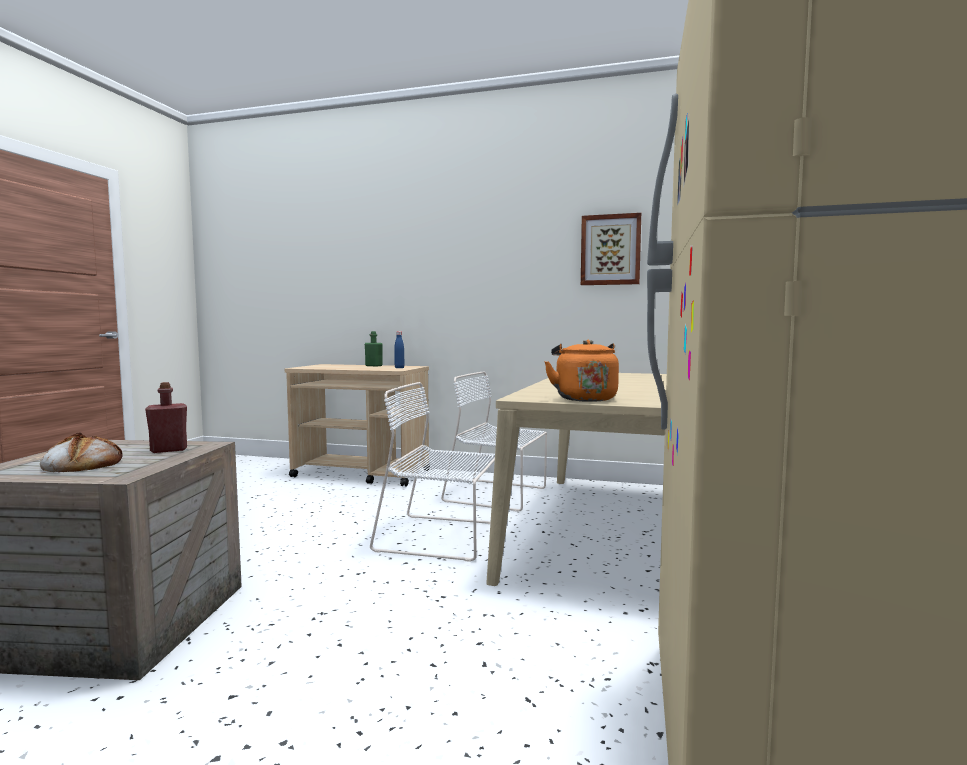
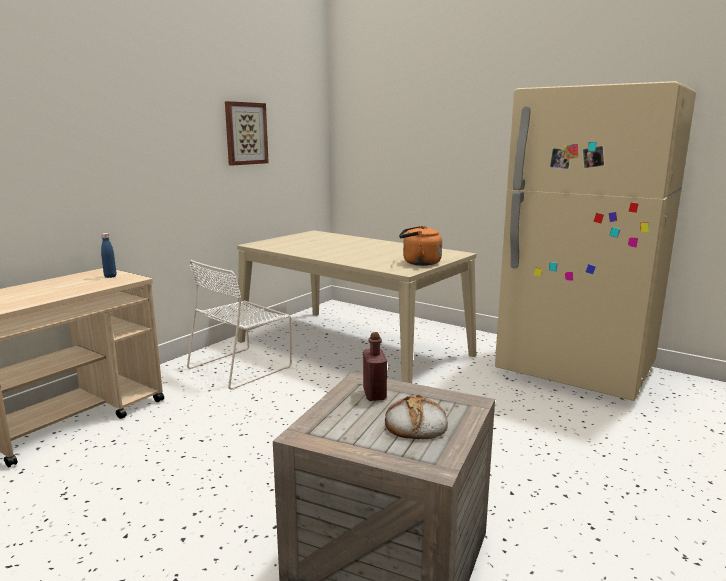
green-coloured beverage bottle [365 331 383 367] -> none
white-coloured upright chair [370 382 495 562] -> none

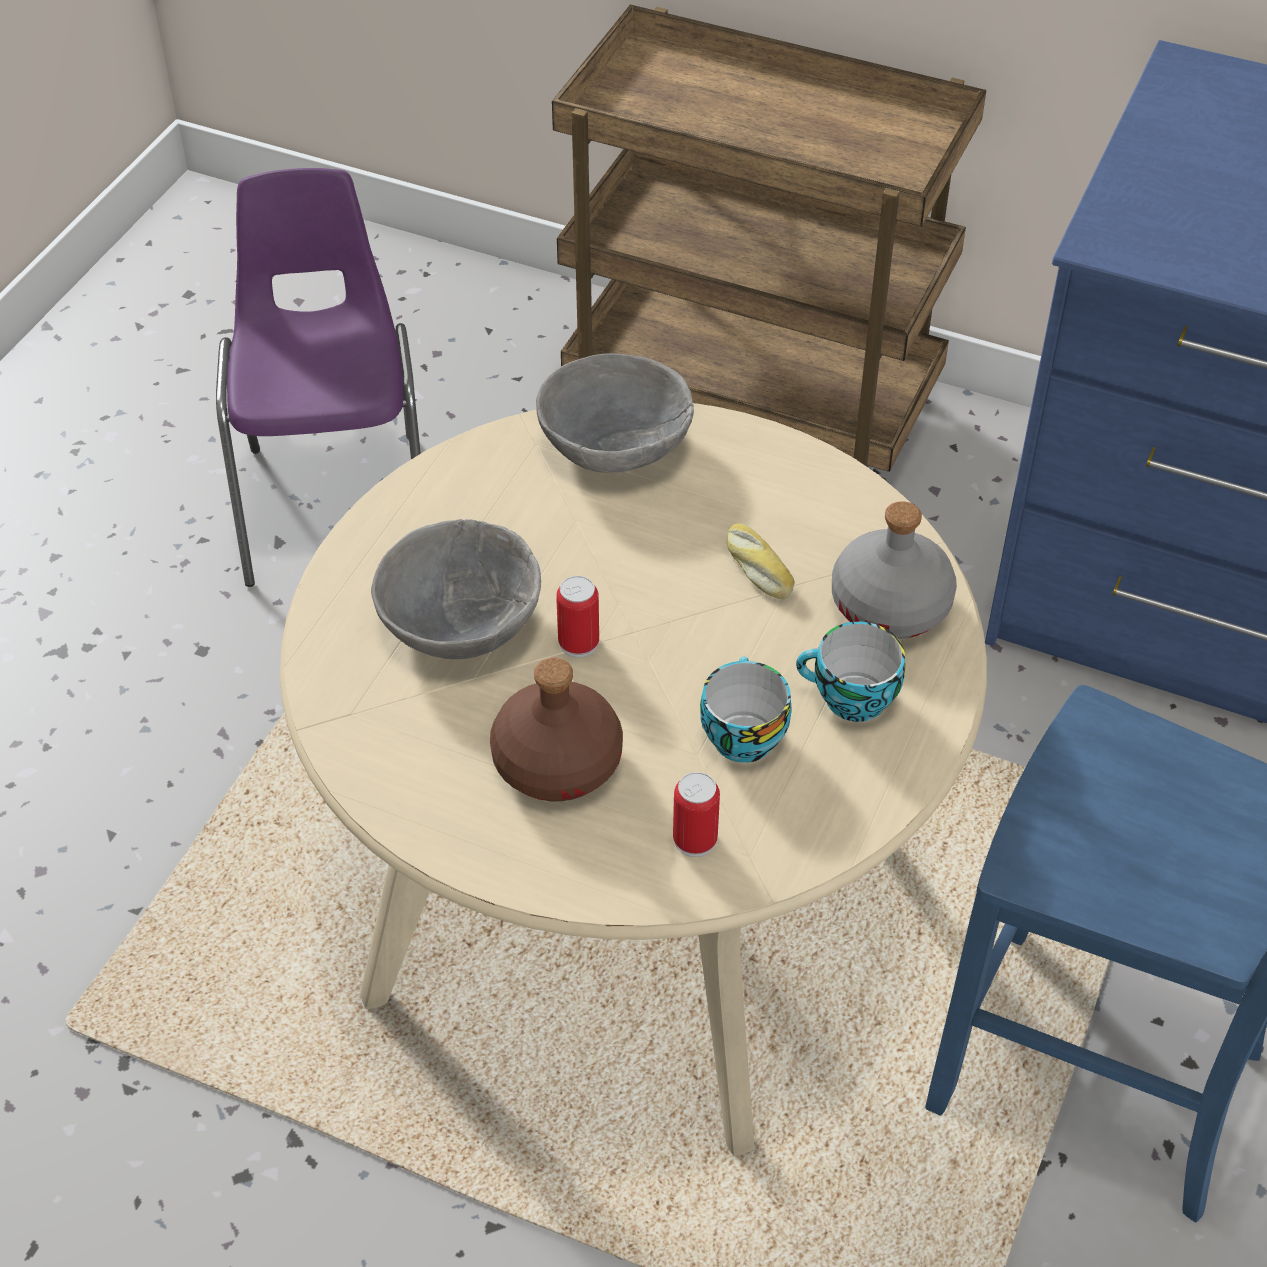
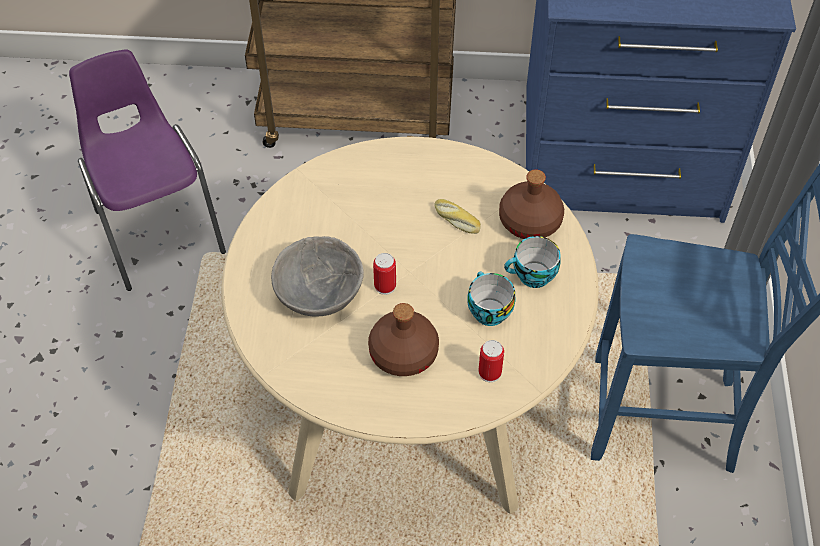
greyish bowl [536 353 694 473] -> none
greyish beverage bottle [832 501 957 639] -> brown beverage bottle [499 169 564 239]

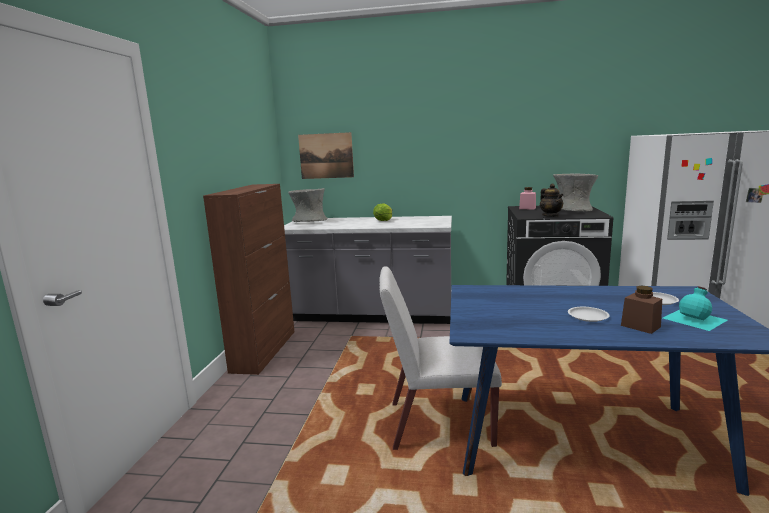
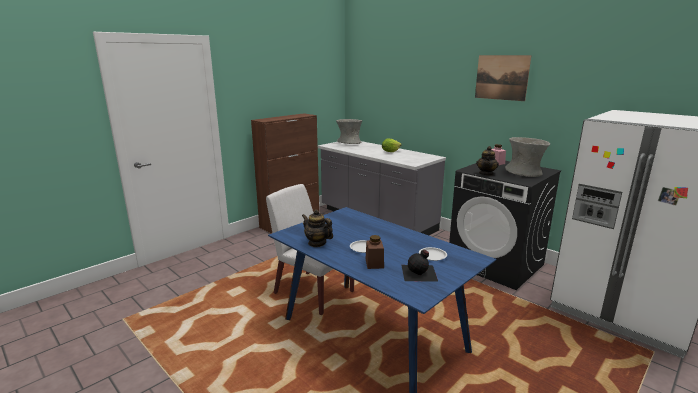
picture [298 132 354 179] -> picture [475 55 531 101], moved
blue-green beverage bottle [663 286 727 331] -> blackish beverage bottle [401 250 438 282]
none -> tea pot [302 209 333 247]

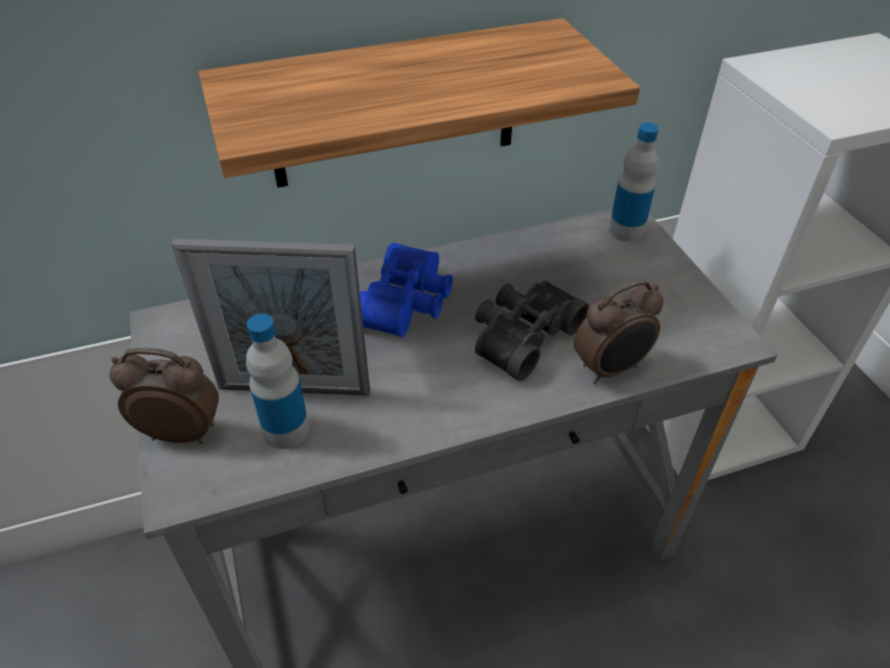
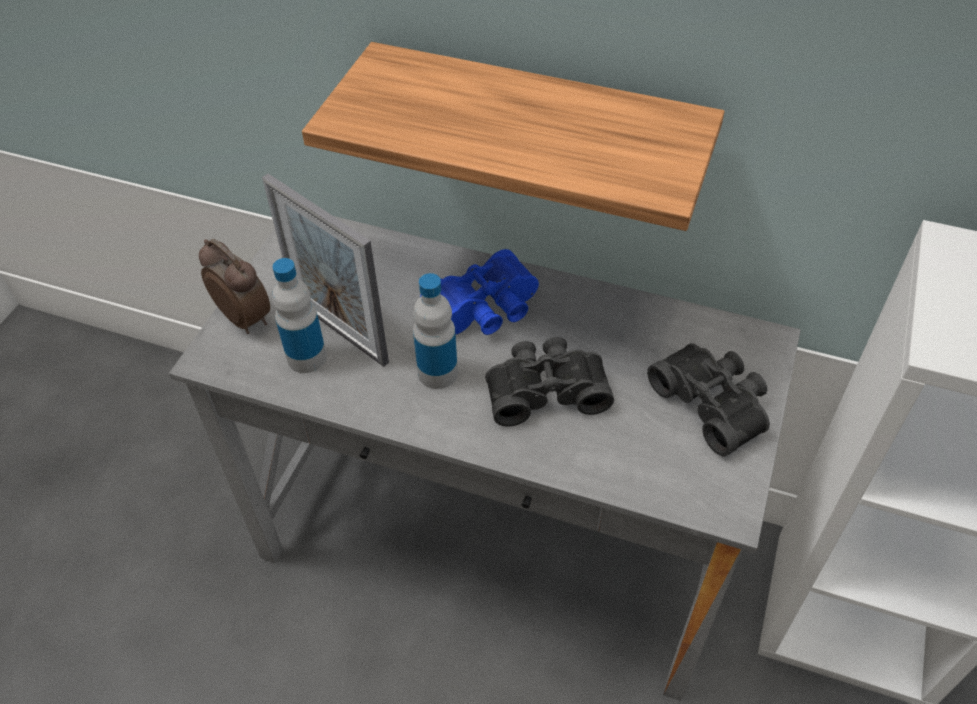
beverage bottle [609 123 659 242] -> beverage bottle [413 273 458 389], moved
bedside clock [574 279 664 384] -> none
none -> blackish field glasses [647 343 770 456]

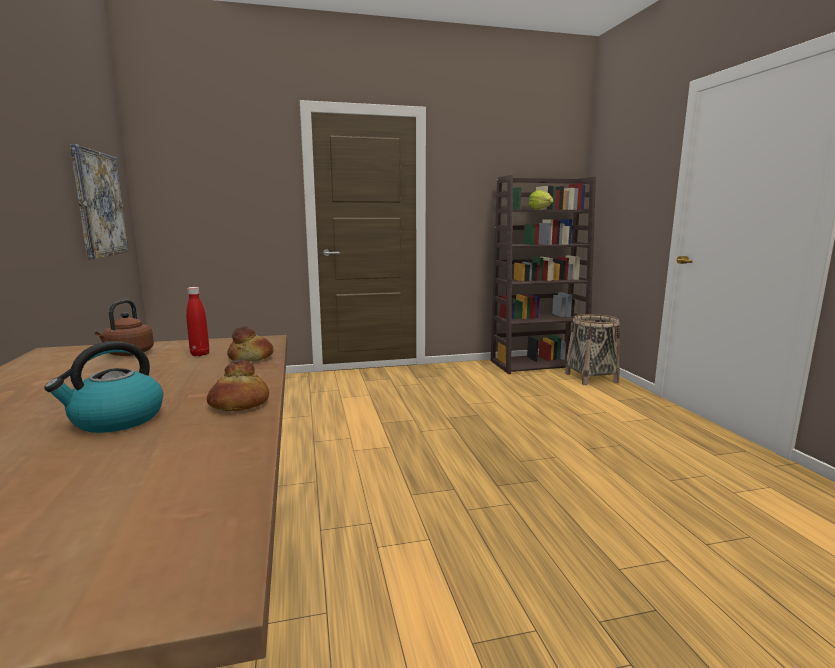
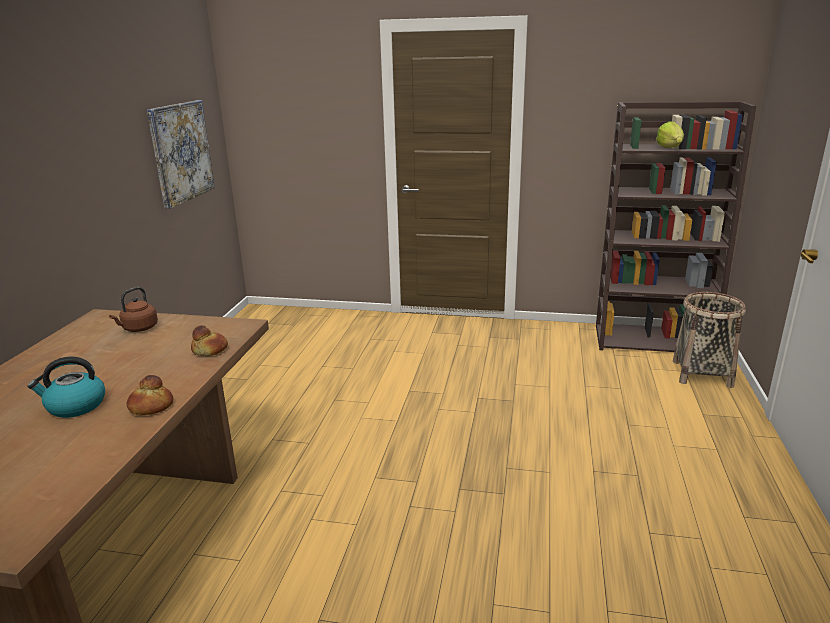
red-coloured beverage bottle [186 287 209 356] -> none

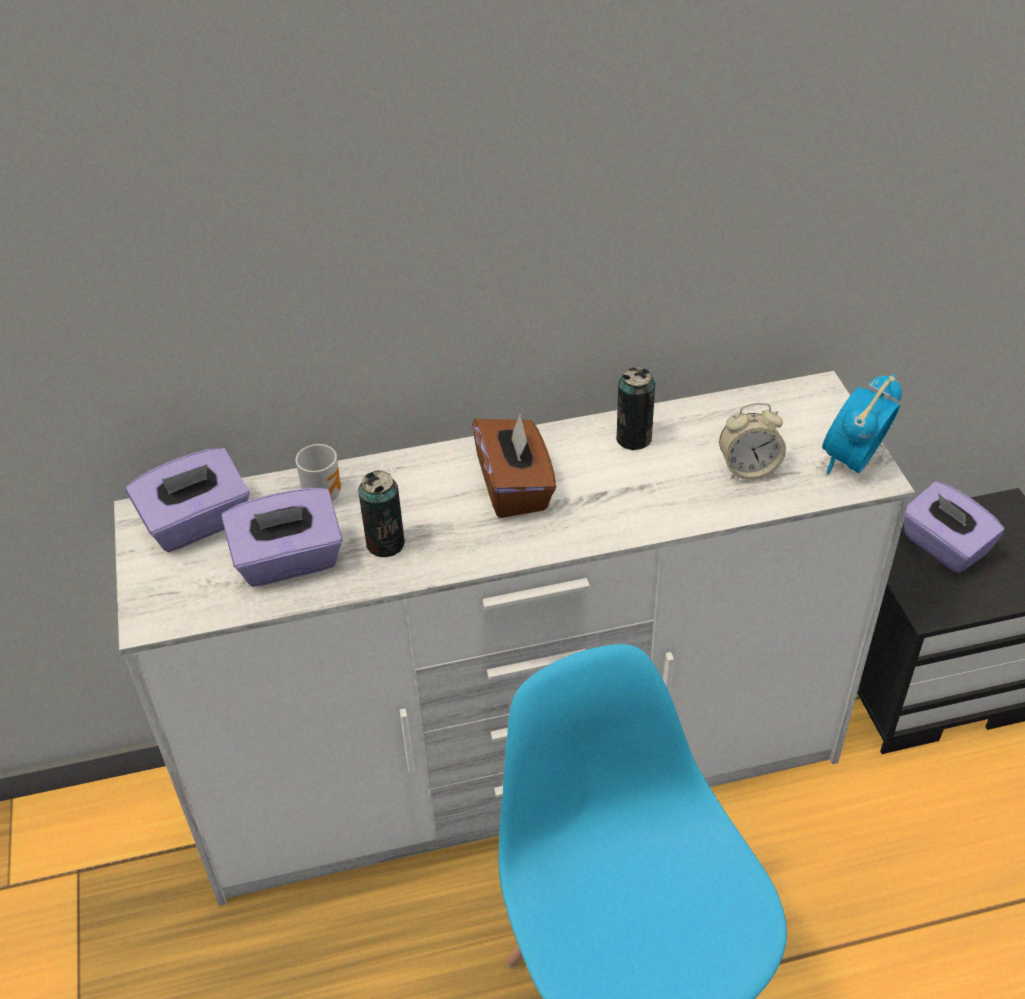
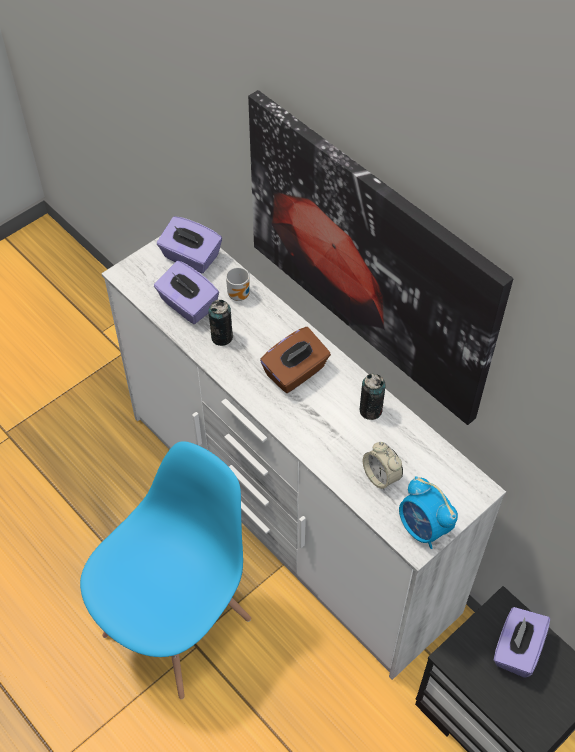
bedside clock [822 374 902 474] -> bedside clock [399 476 458 549], 135 degrees counterclockwise
none -> picture [248 90 513 425]

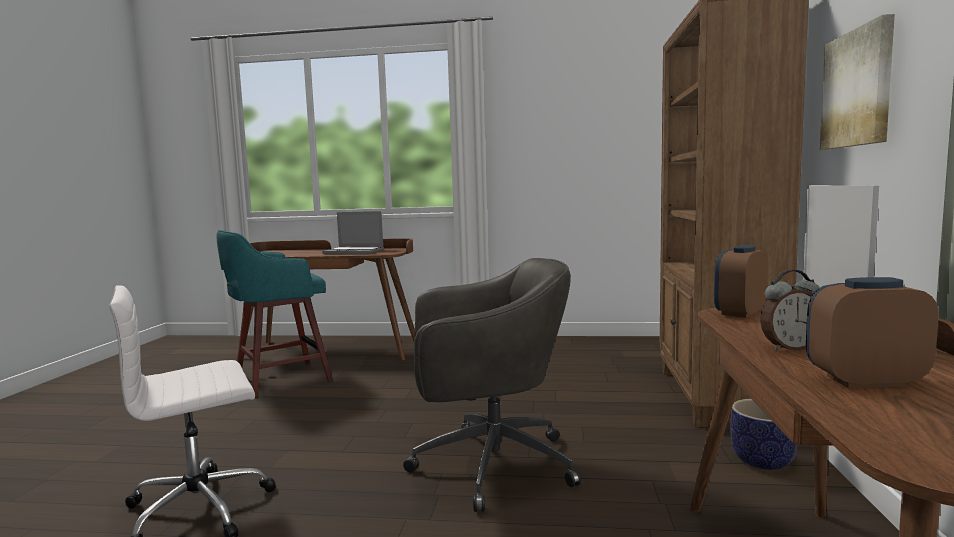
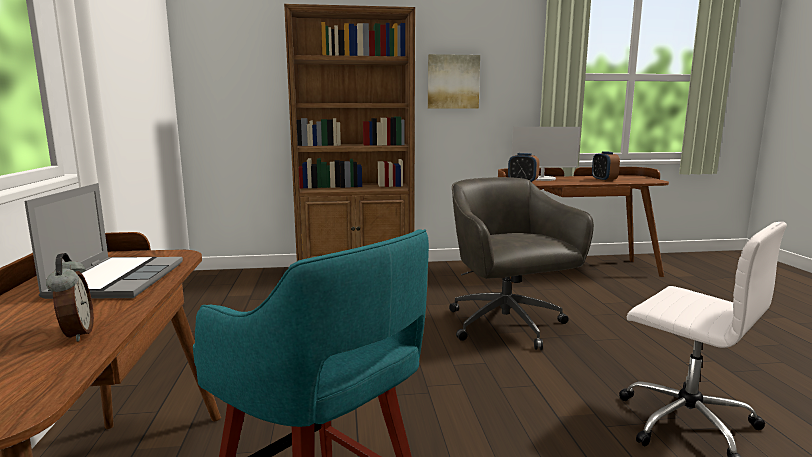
bedside clock [760 270 820 351] -> bedside clock [46 253 94 342], moved
flower pot [730 399 797 470] -> none

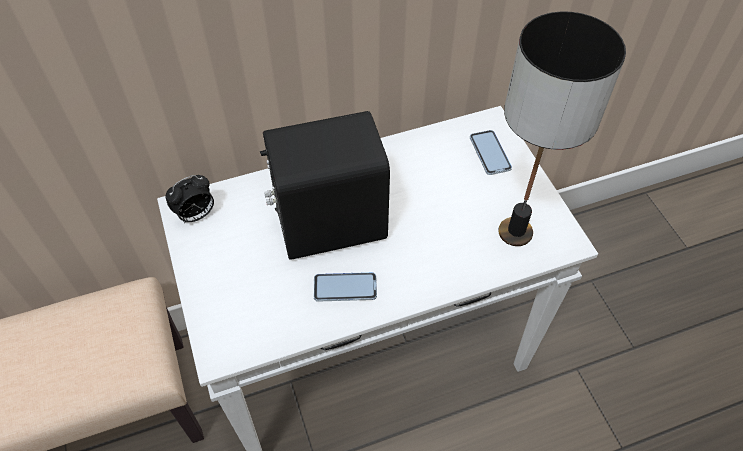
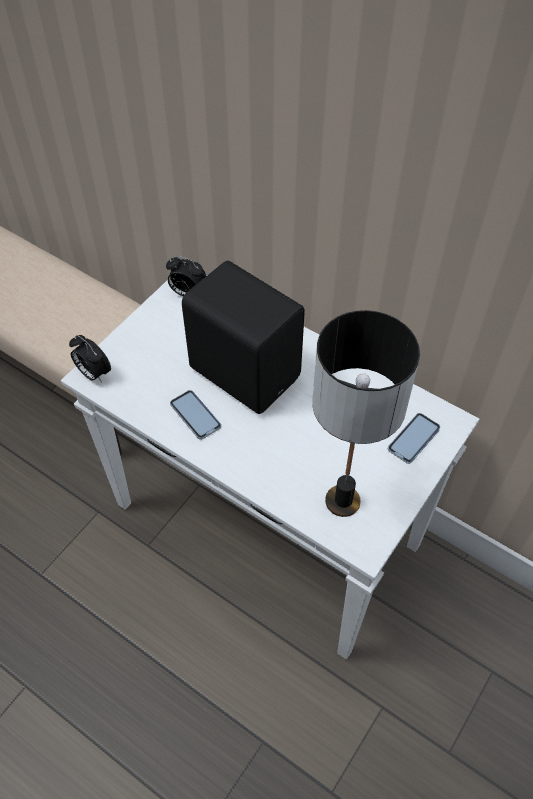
none -> bedside clock [69 335 111 382]

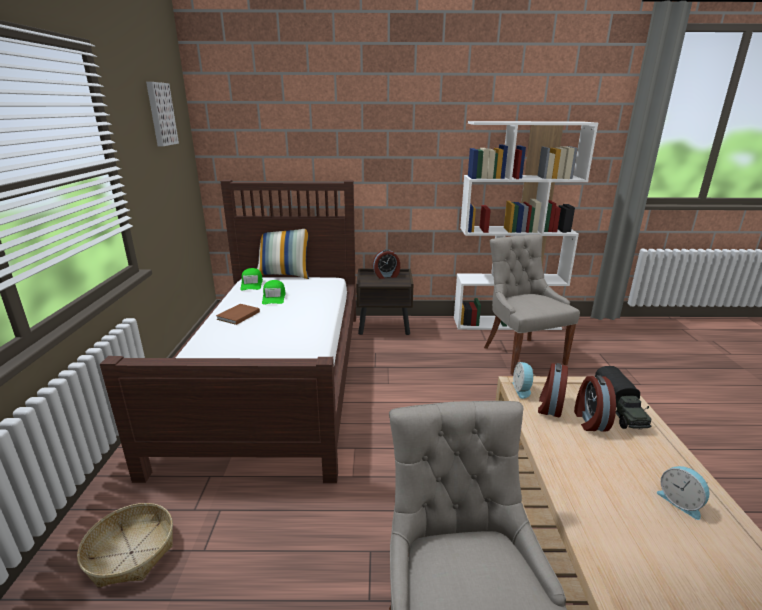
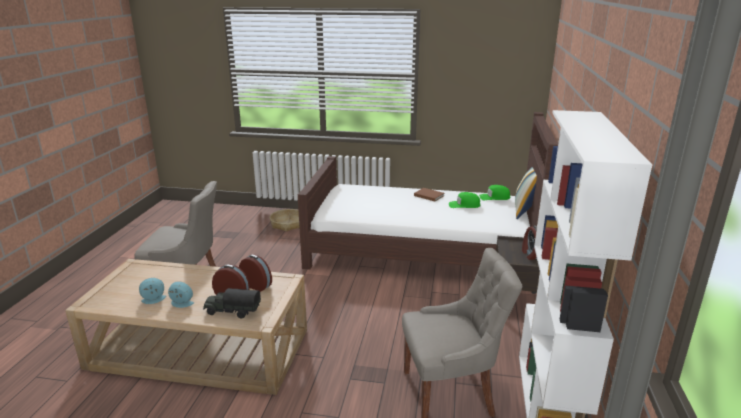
picture [146 82 179 146] -> none
bedside clock [513 362 536 399] -> bedside clock [168 281 194 308], moved

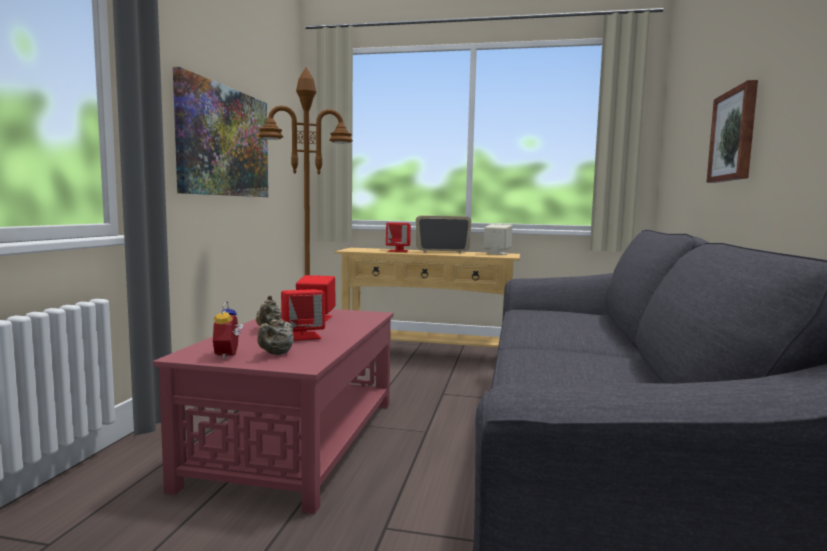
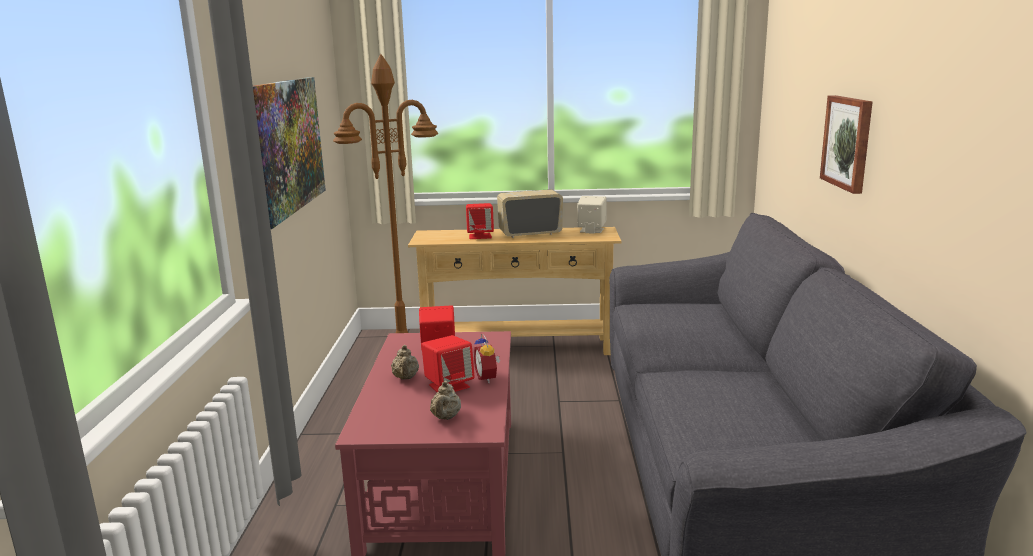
bedside clock [213 301 243 359] -> bedside clock [474 333 501 383], moved

